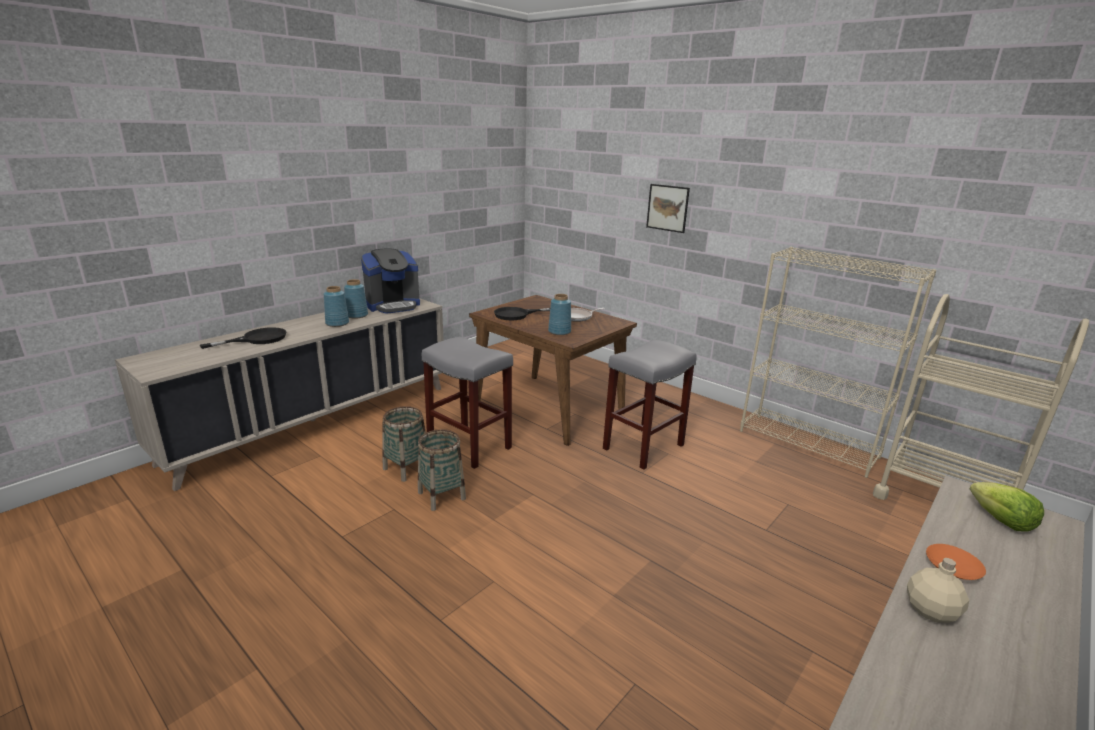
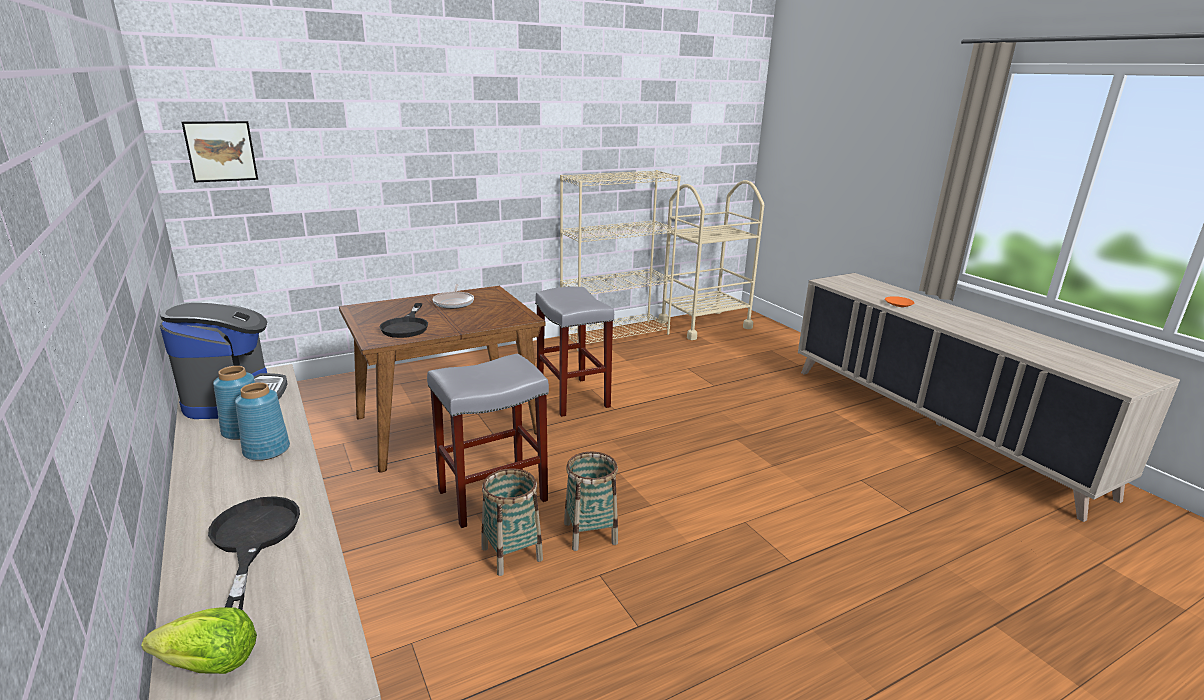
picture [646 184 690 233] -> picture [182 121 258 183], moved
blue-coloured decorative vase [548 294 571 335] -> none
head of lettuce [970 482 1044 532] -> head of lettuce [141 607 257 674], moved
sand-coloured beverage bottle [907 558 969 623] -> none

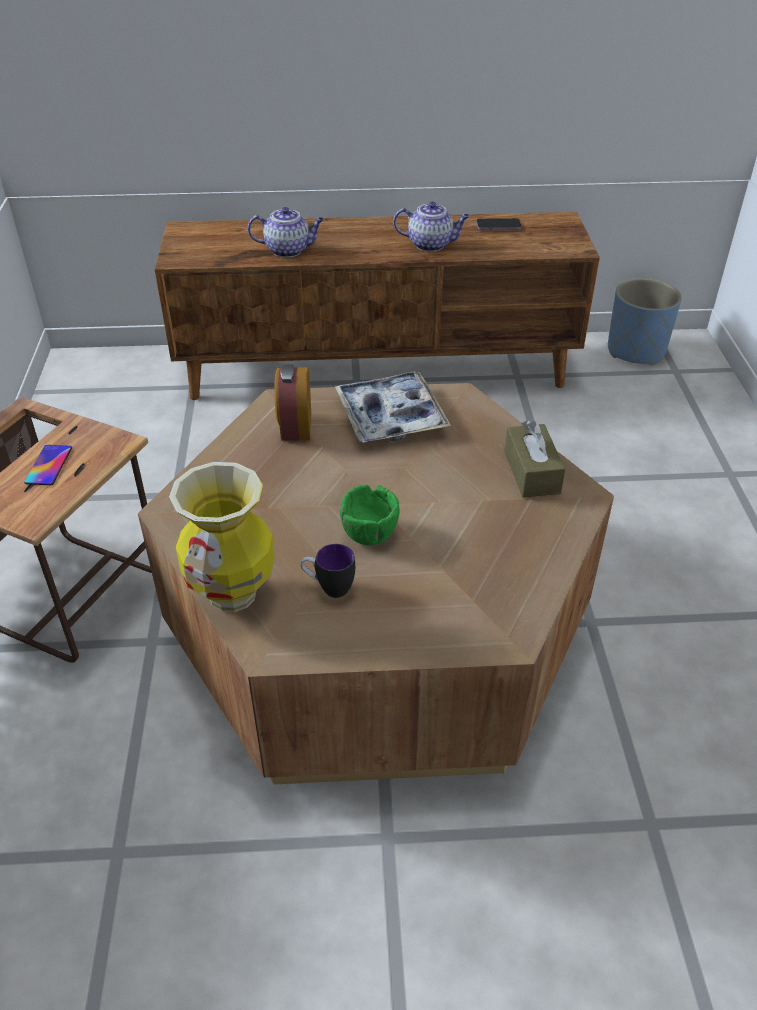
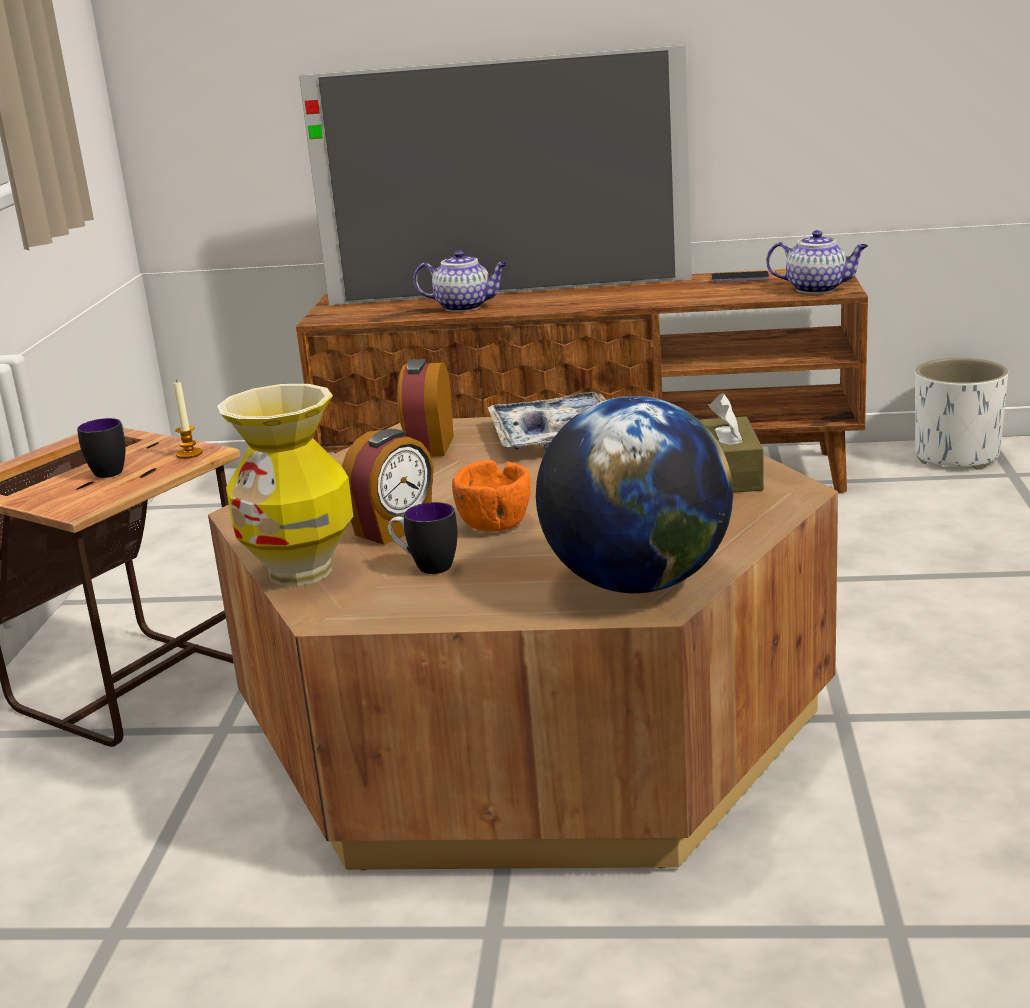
tea pot [393 201 470 252] -> tea pot [766 230 868 294], moved
blue-coloured flower pot [608 278 682 365] -> white-coloured flower pot [915 358 1008 470]
phone [24 445 72 485] -> tea mug [77 418 126 478]
green-coloured bowl [340 485 400 545] -> orange-coloured bowl [452 460 531 532]
none -> television [299 45 692 305]
none -> candle [173 380 203 459]
none -> globe [536 396 733 593]
none -> bedside clock [342 429 434 545]

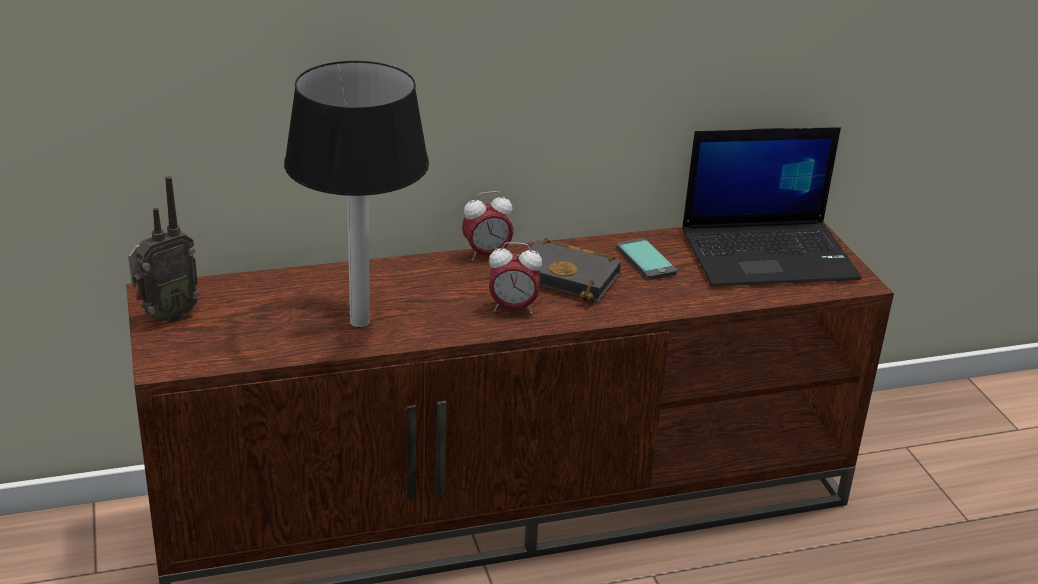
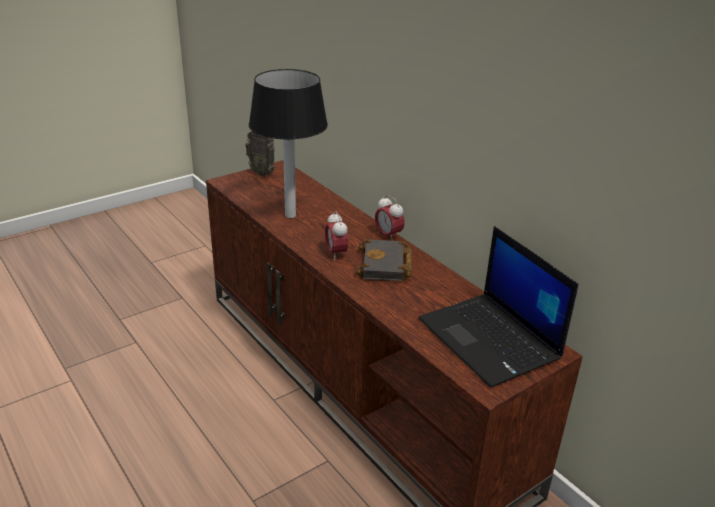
phone [616 238 677 280] -> none

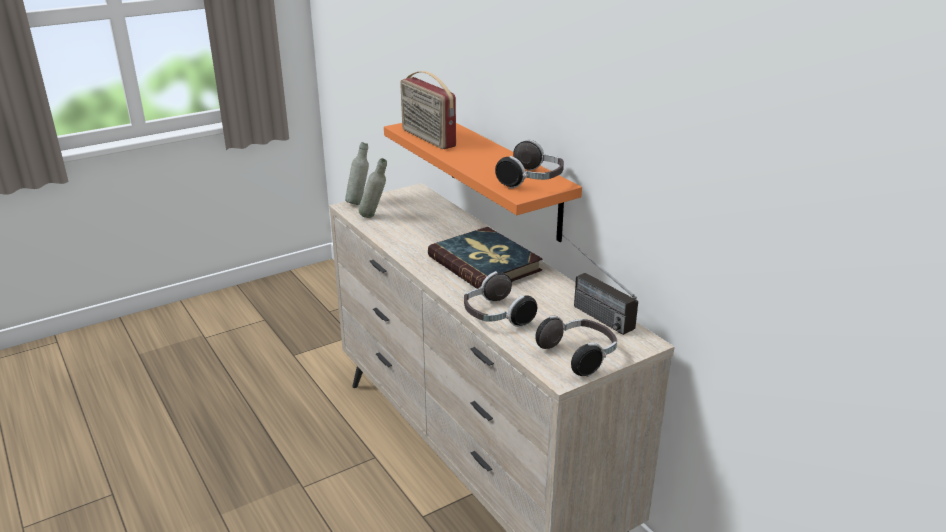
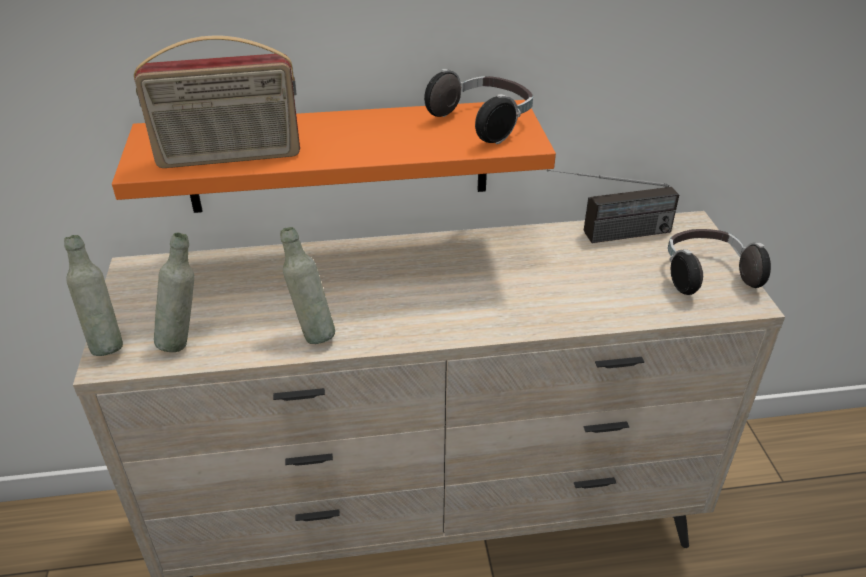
bound book [428 227 543 289] -> none
pair of headphones [464 271 537 327] -> none
none -> greyish beverage bottle [280 227 335 344]

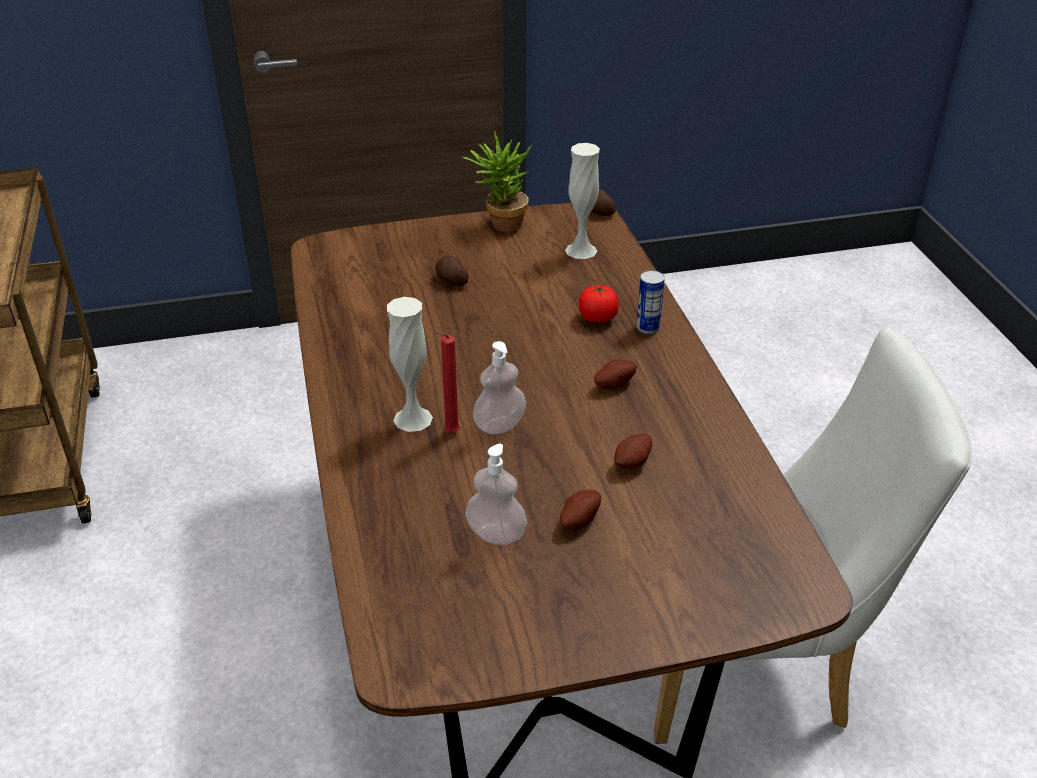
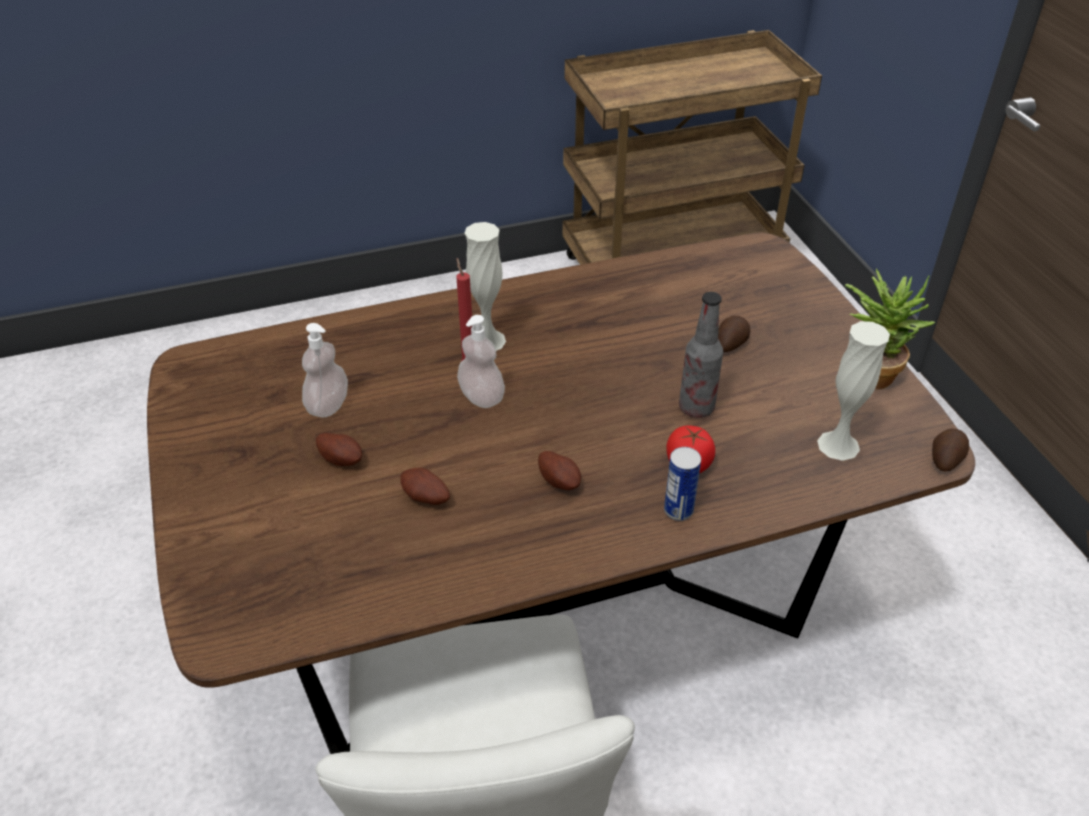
none -> beverage bottle [679 292 723 418]

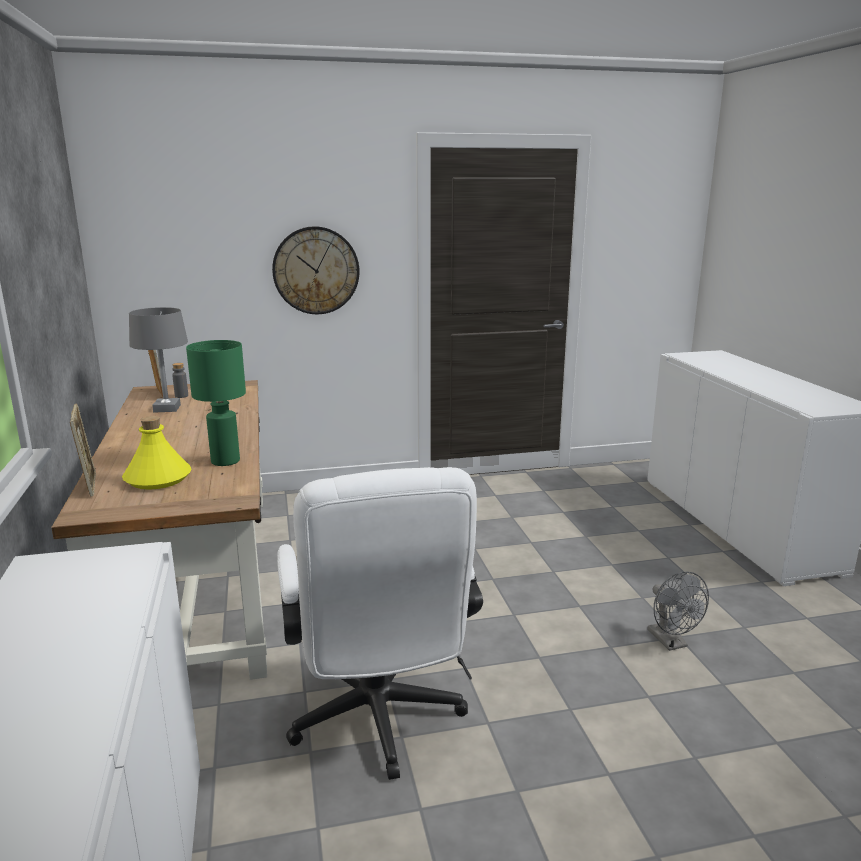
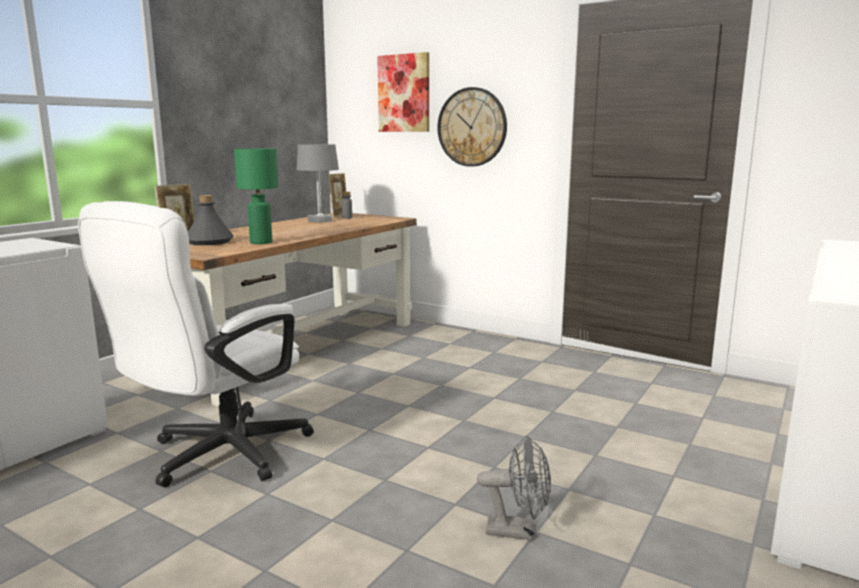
yellow-coloured beverage bottle [122 416 192 490] -> greyish beverage bottle [188 195 234 245]
greyish electric fan [647 572 709 651] -> greyish electric fan [477 435 551 540], 105 degrees counterclockwise
none -> picture [377 52 429 132]

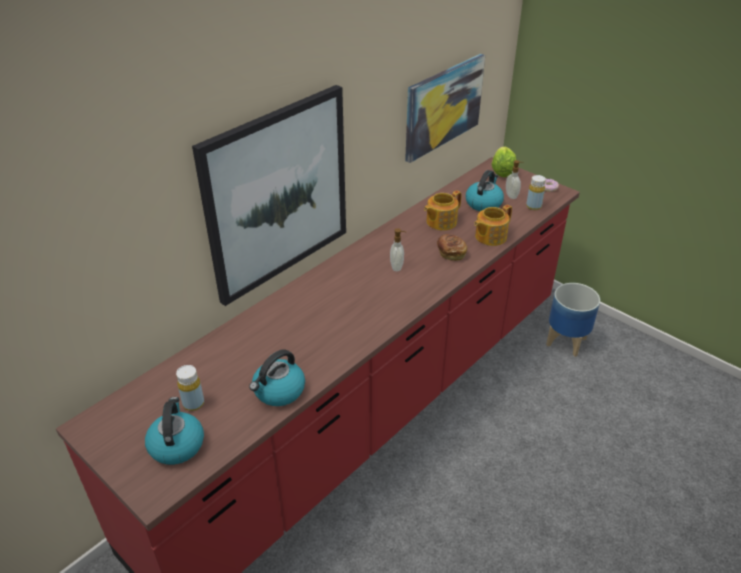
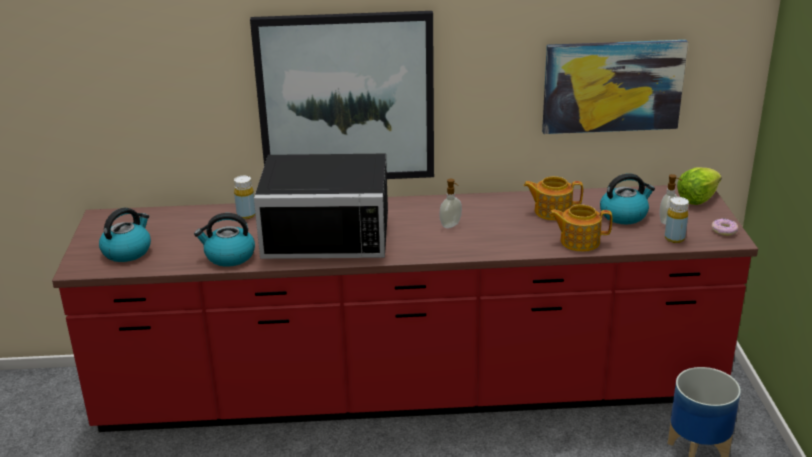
baked bread [437 234 467 261] -> none
yellow-coloured beverage bottle [176 365 204 411] -> yellow-coloured beverage bottle [234 176 255 219], moved
none -> blackish microwave [254 154 388 259]

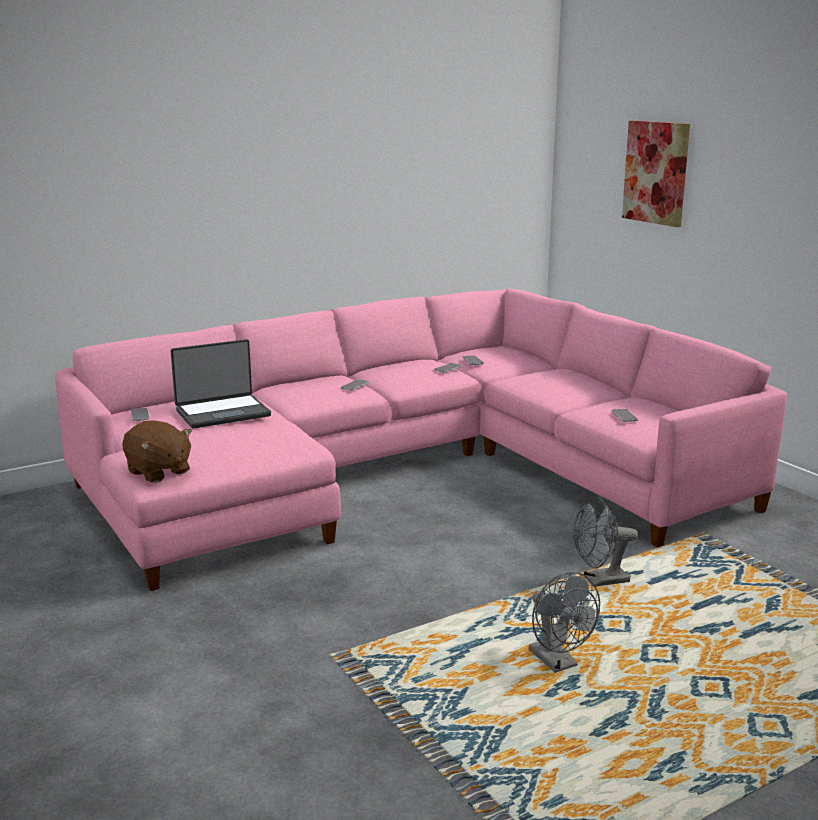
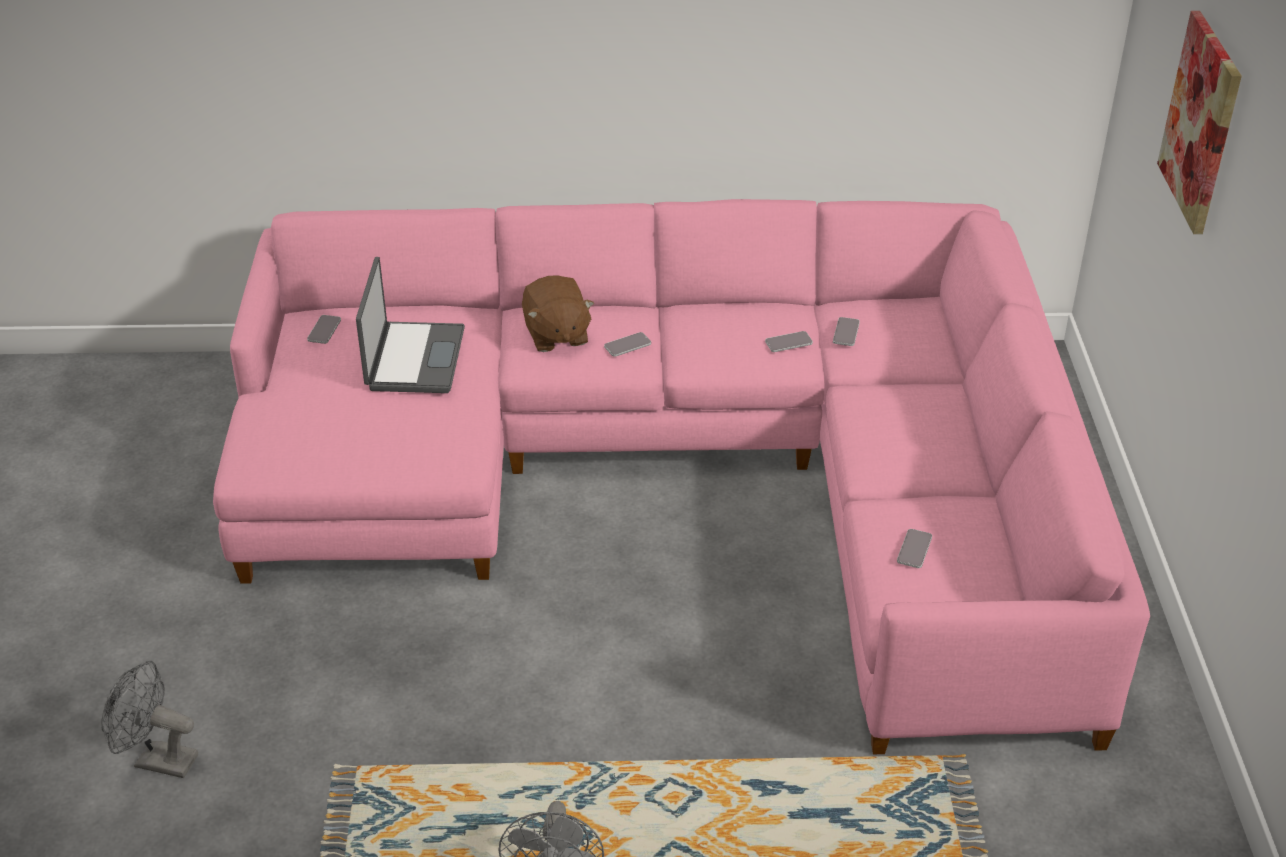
laptop [171 339 271 429] -> laptop [356 257 465 393], 90 degrees counterclockwise
brown plush toy [122 420 192 483] -> brown plush toy [522 276 594 352], moved
greyish electric fan [574 497 638 587] -> greyish electric fan [101 661 198 778], moved

